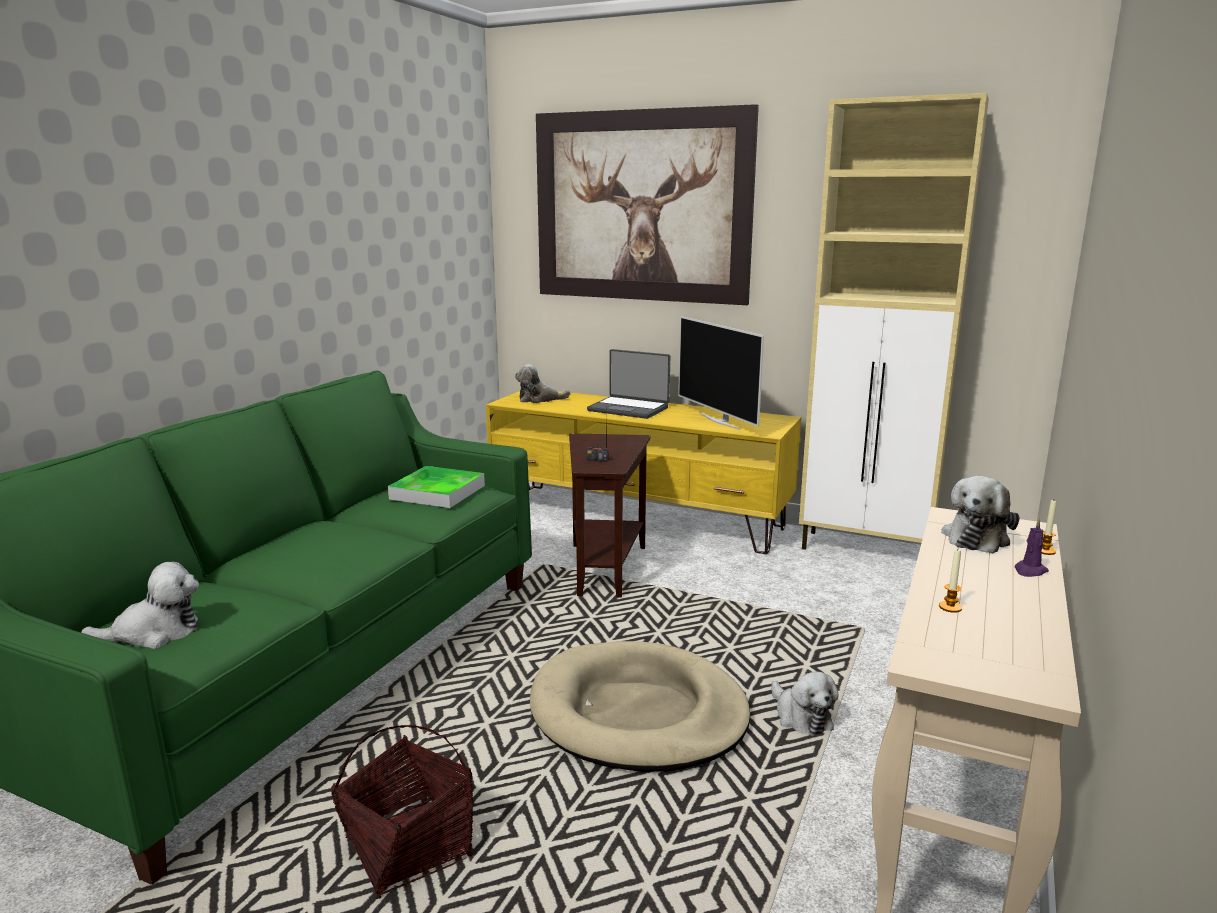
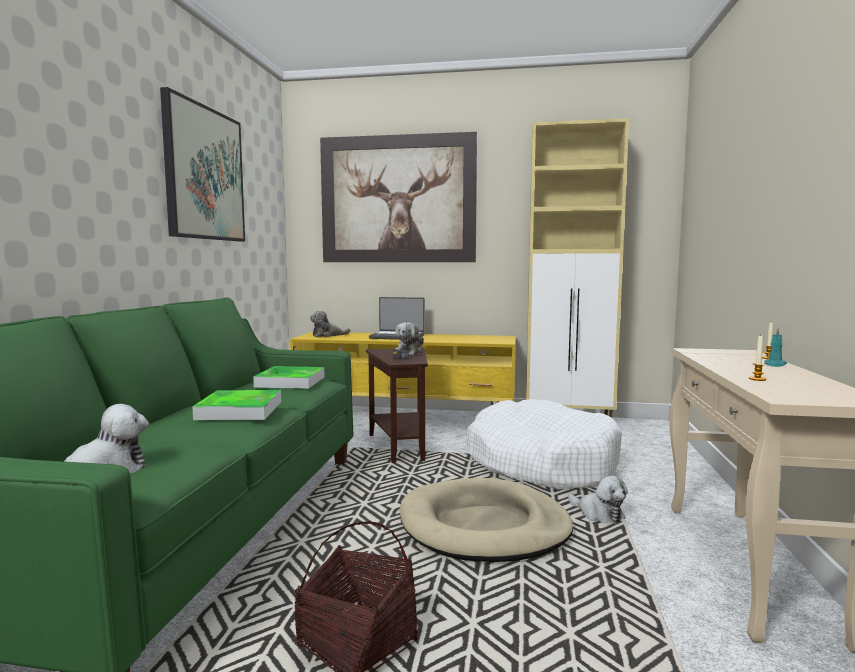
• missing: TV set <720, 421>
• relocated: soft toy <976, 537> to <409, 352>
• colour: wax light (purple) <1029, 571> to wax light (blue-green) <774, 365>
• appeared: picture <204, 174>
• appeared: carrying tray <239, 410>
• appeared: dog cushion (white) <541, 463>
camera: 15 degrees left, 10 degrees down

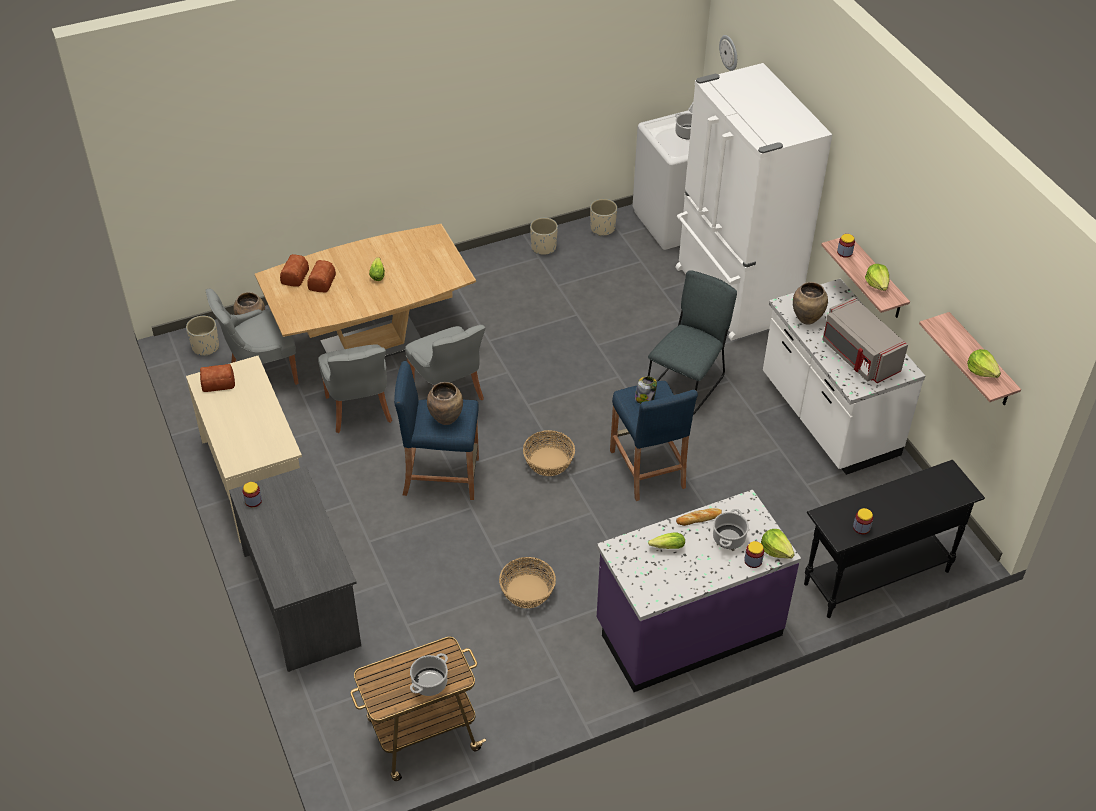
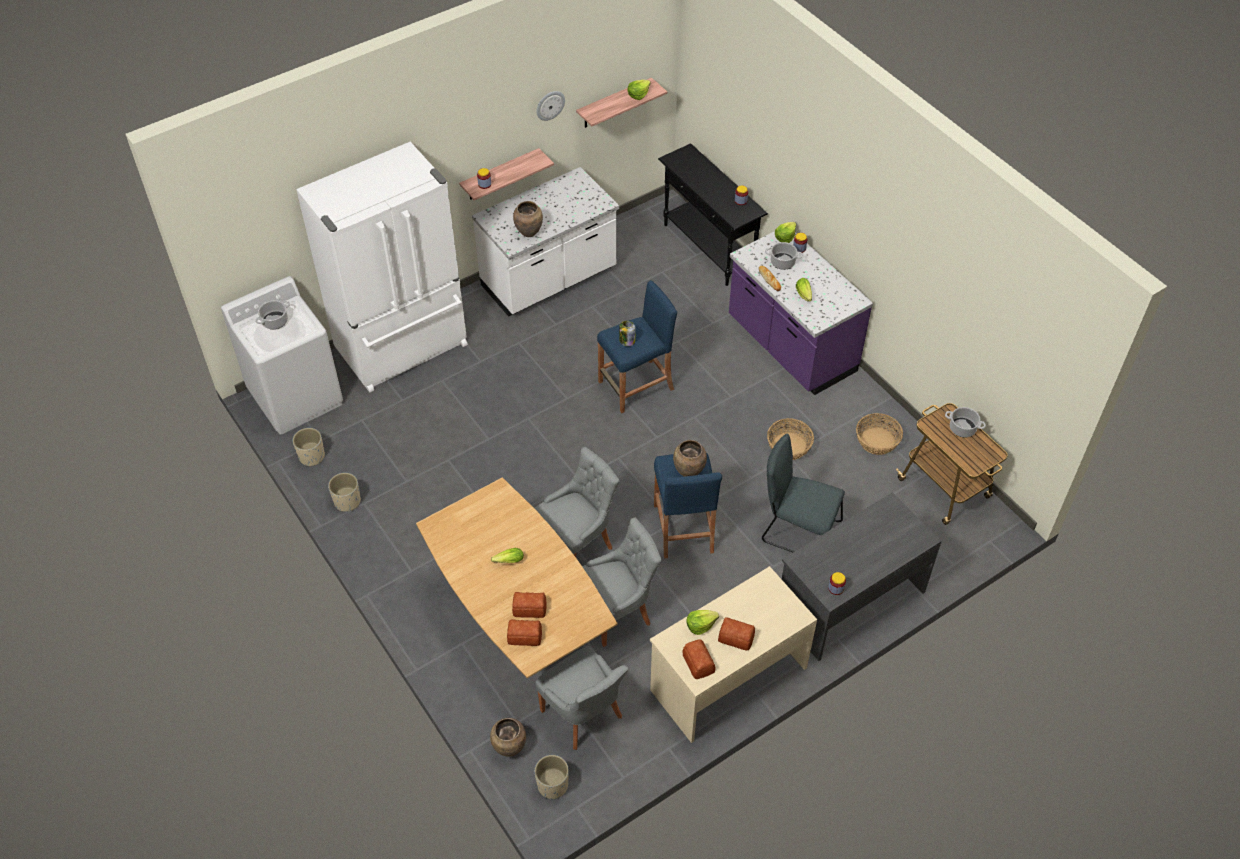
• relocated: hanging clock <729, 52> to <550, 105>
• relocated: head of lettuce <877, 284> to <700, 625>
• relocated: upright chair (grey) <687, 383> to <797, 530>
• missing: microwave oven (grey) <858, 356>
• relocated: household basket <549, 462> to <877, 441>
• appeared: bread <735, 636>
camera: 100 degrees left, 5 degrees up

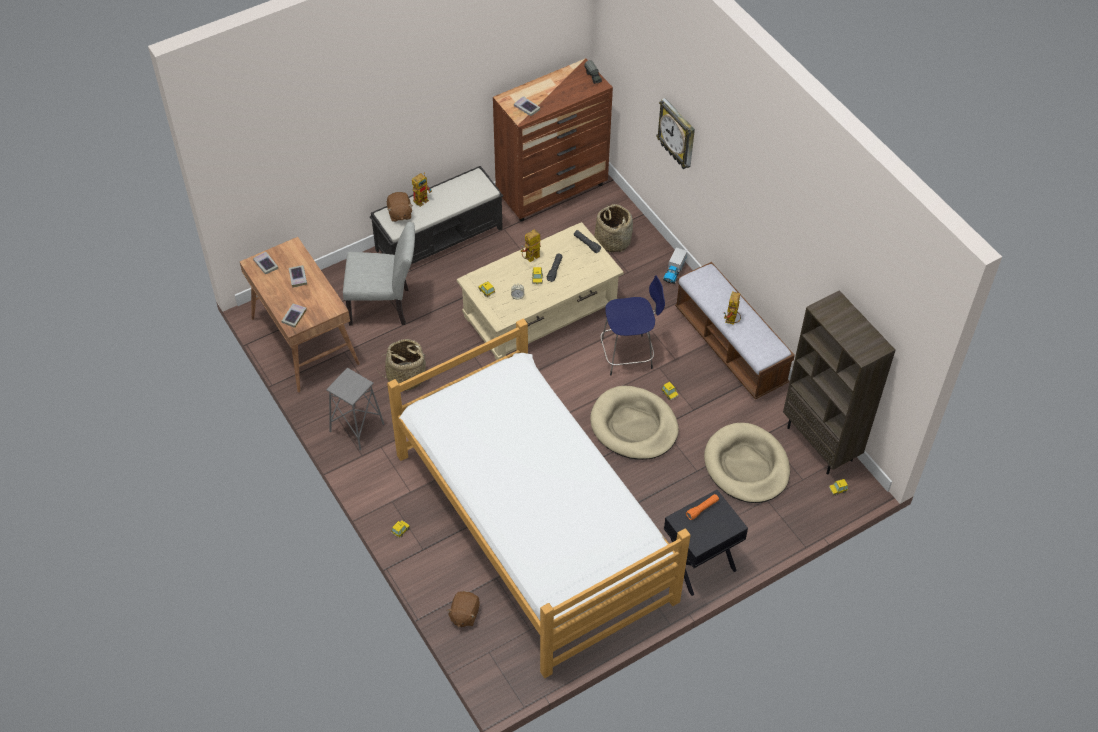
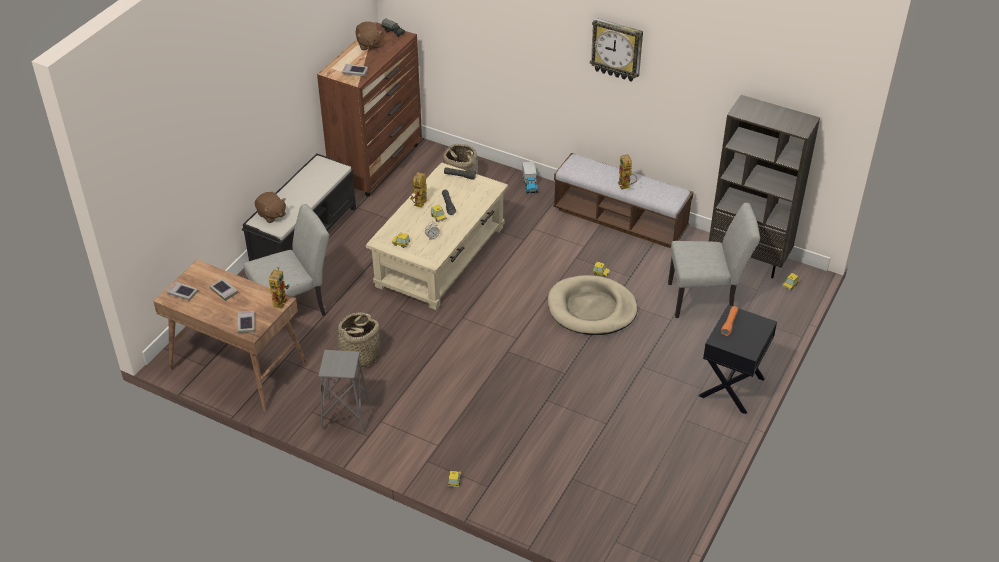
• relocated: hanging clock <677, 134> to <617, 49>
• relocated: robot figure <422, 199> to <280, 300>
• missing: sitting stool (bluish) <628, 355>
• missing: bed <533, 527>
• exchanged: dog cushion (beige-coloured) <746, 466> to upright chair (grey) <706, 299>
• relocated: soft toy (brownish) <464, 614> to <368, 44>
camera: 30 degrees left, 10 degrees down

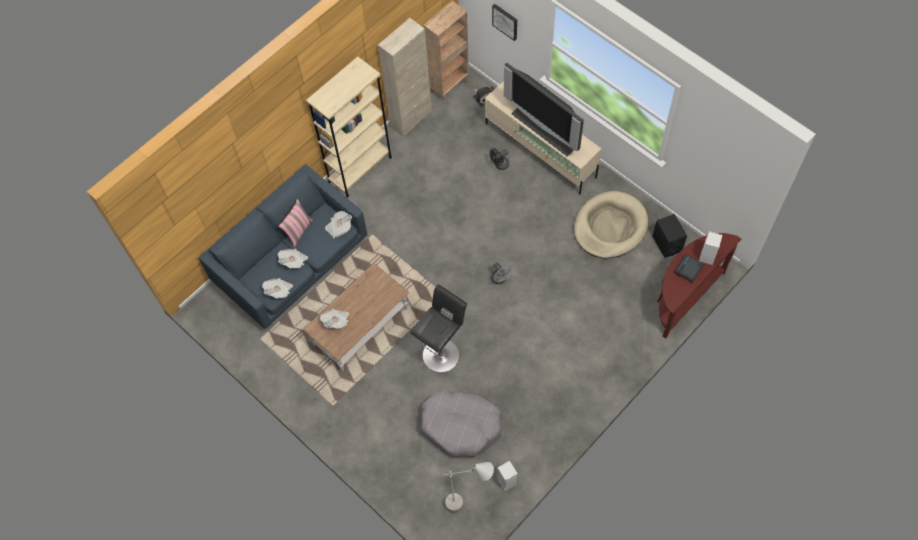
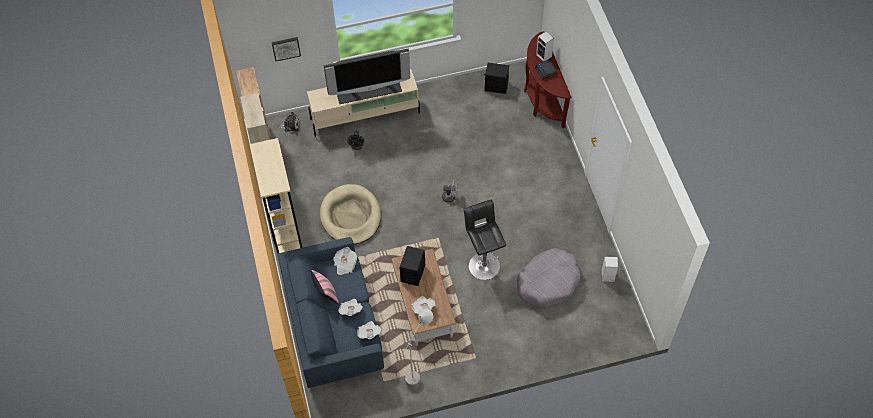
• relocated: dog cushion (beige-coloured) <610, 227> to <351, 216>
• relocated: floor lamp (grey) <469, 504> to <419, 371>
• appeared: loudspeaker (blackish) <413, 273>
camera: 60 degrees left, 5 degrees down

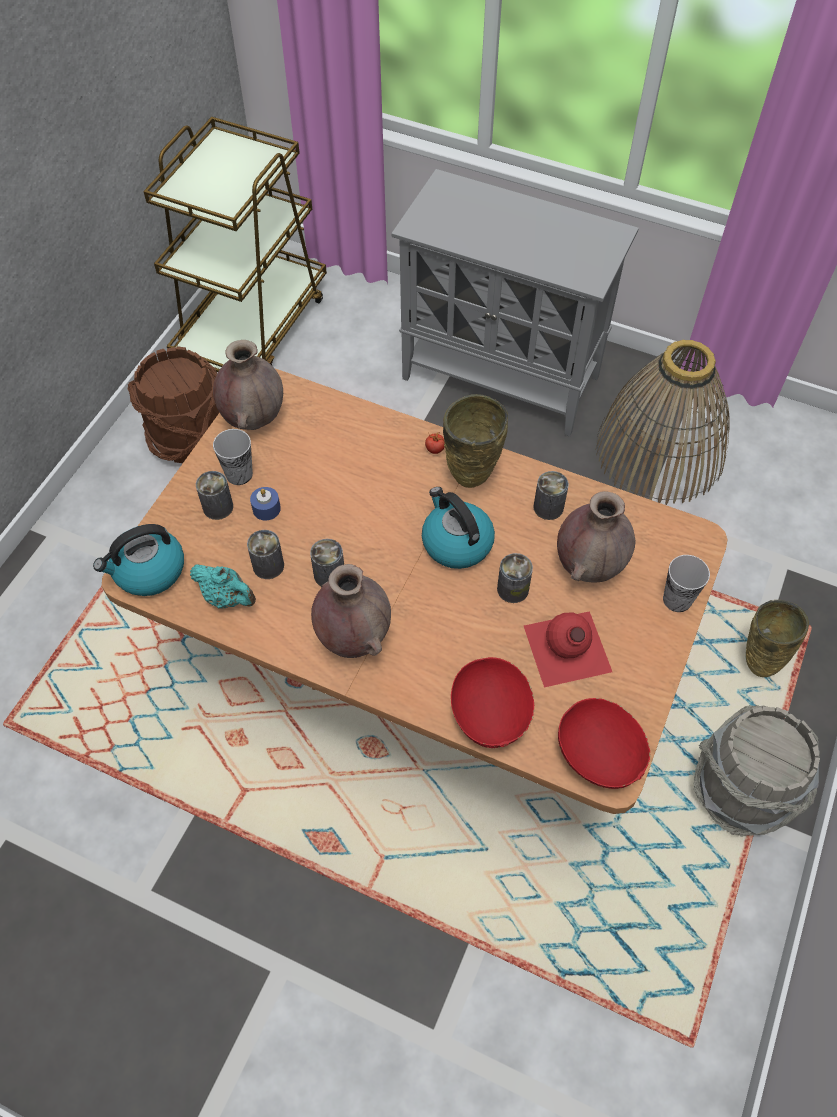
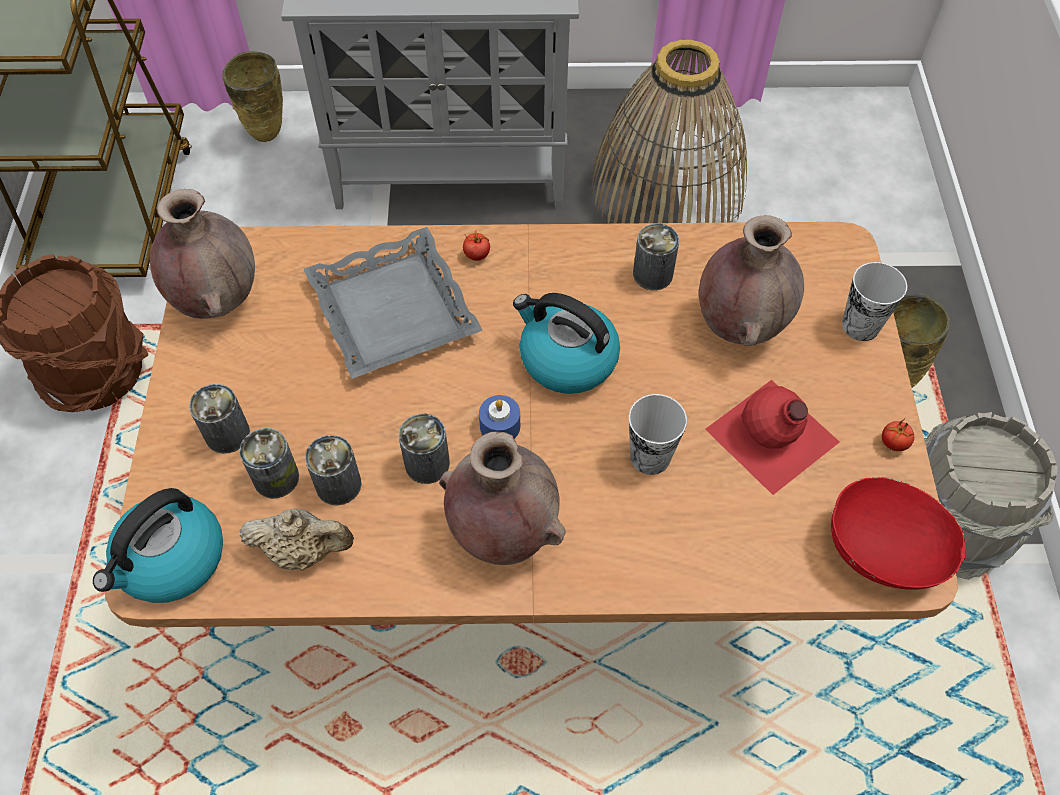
• relocated: vase (beige-coloured) <470, 480> to <267, 136>
• relocated: drinking cup <239, 474> to <650, 457>
• relocated: wax light (bluish) <266, 509> to <500, 426>
• relocated: sealed can <512, 589> to <276, 478>
• colour: teapot (blue-green) <227, 597> to teapot (beige-coloured) <304, 551>
• missing: deep dish (reddish) <491, 715>
• appeared: carrying tray (grey) <392, 311>
• appeared: whole tomato <893, 443>
camera: 25 degrees left, 0 degrees up

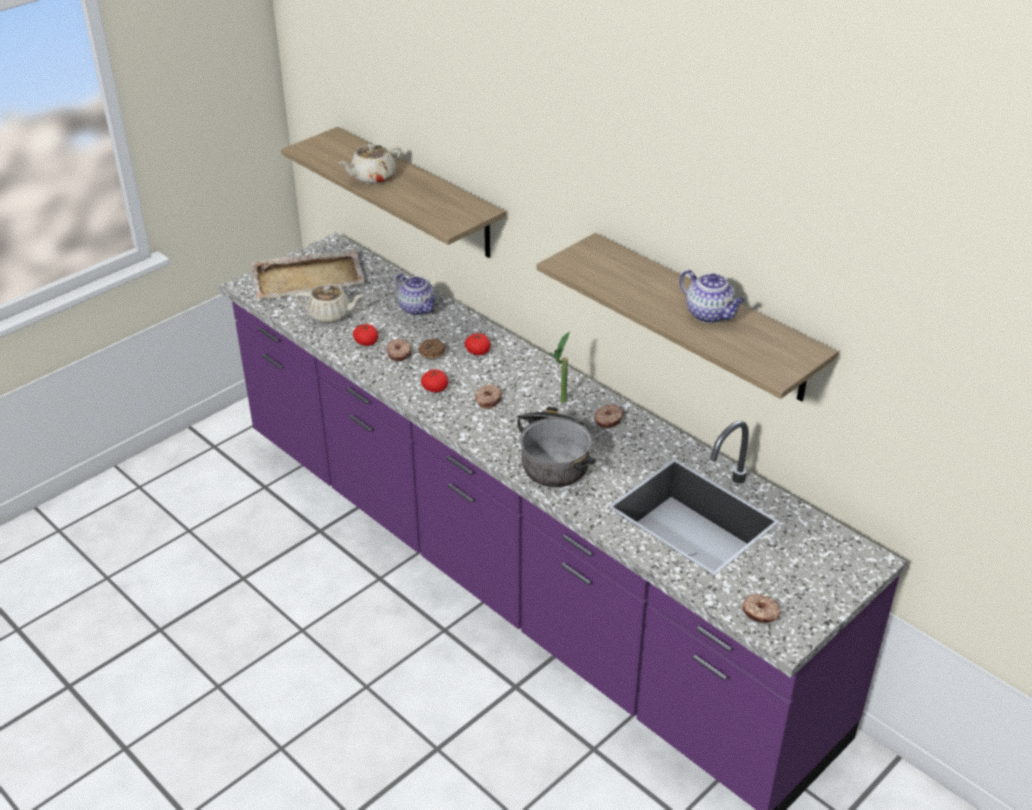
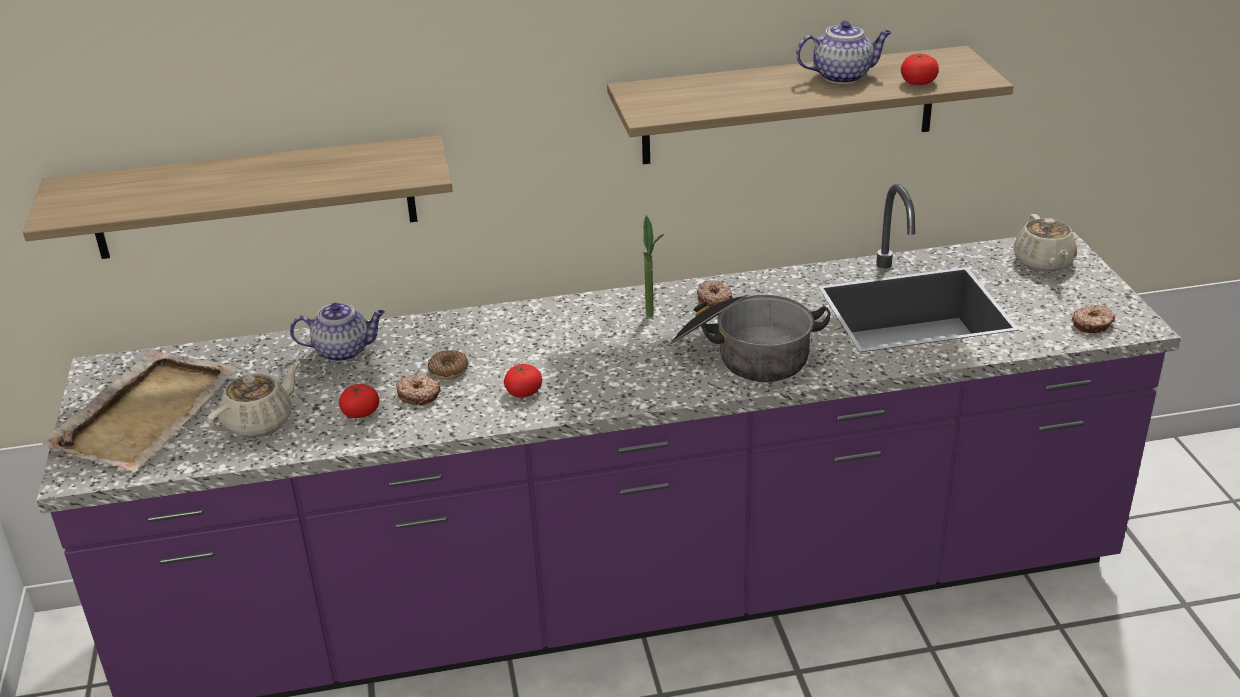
• relocated: teapot (beige-coloured) <372, 177> to <1043, 263>
• relocated: whole tomato <478, 351> to <918, 82>
• missing: donut <487, 400>
camera: 55 degrees left, 5 degrees down

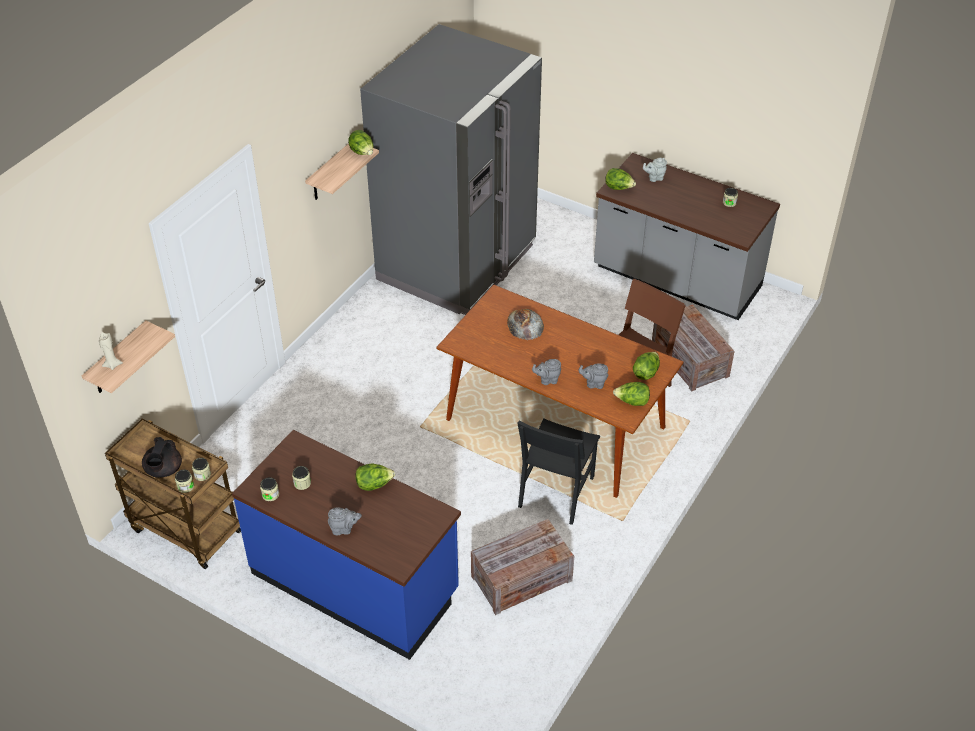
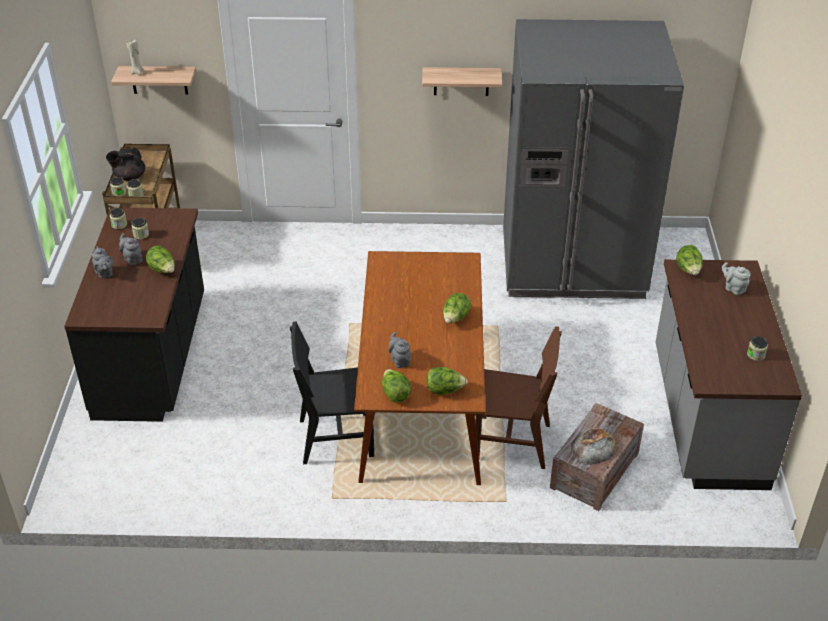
• relocated: head of lettuce <362, 153> to <455, 319>
• relocated: bread <525, 325> to <593, 447>
• relocated: teapot (grey) <547, 380> to <132, 259>
• colour: kitchen counter (bluish) <355, 582> to kitchen counter (blackish) <153, 357>
• missing: crate <521, 578>
camera: 60 degrees right, 5 degrees down

